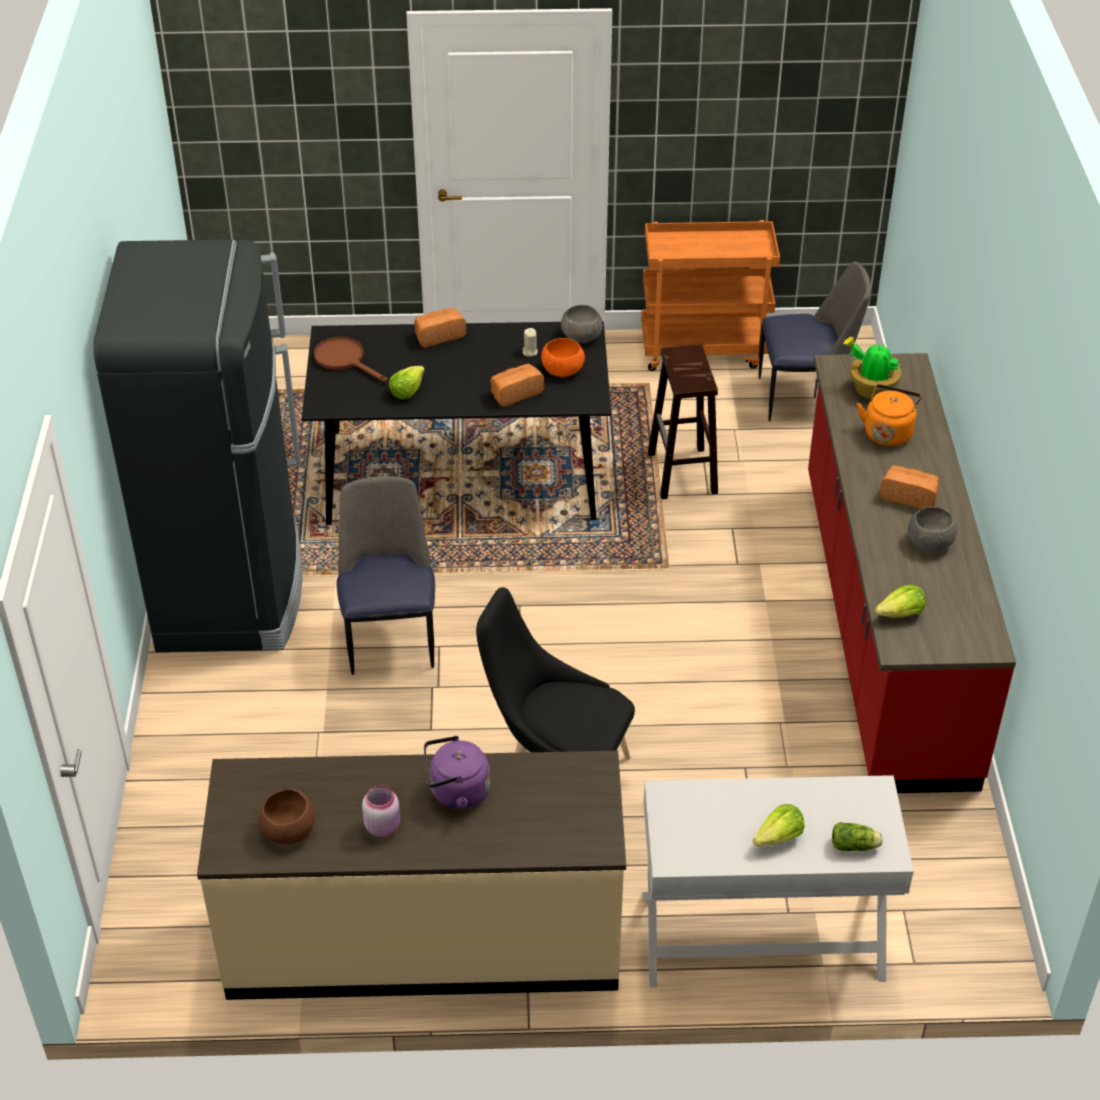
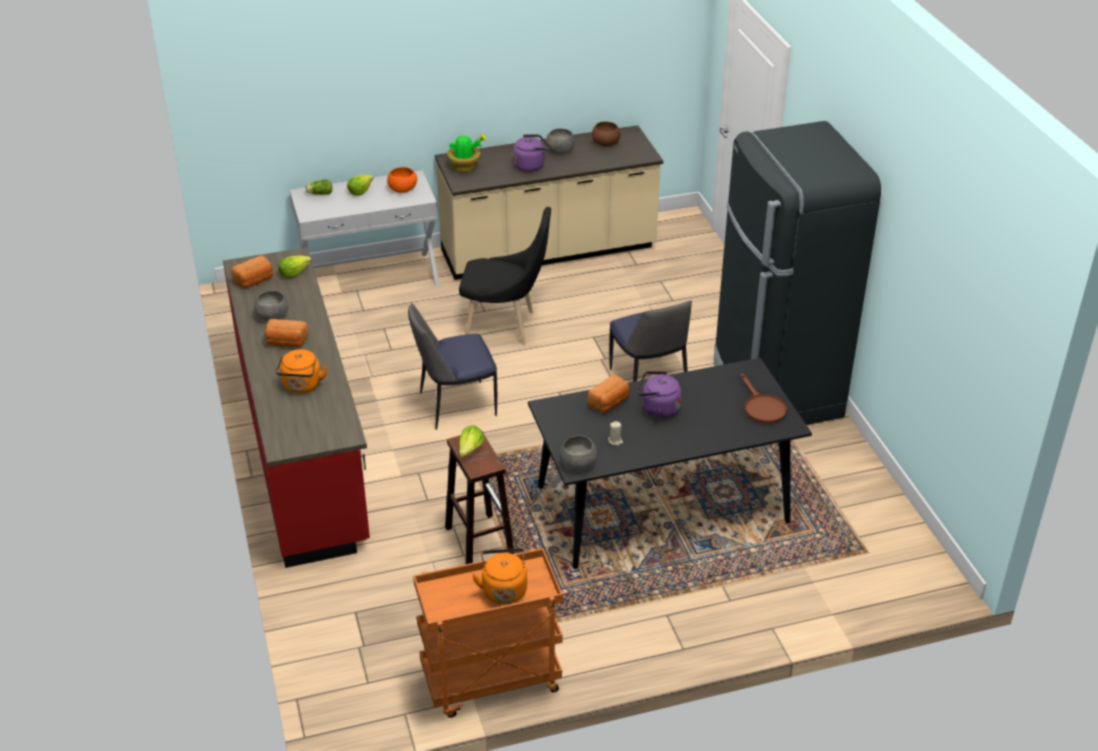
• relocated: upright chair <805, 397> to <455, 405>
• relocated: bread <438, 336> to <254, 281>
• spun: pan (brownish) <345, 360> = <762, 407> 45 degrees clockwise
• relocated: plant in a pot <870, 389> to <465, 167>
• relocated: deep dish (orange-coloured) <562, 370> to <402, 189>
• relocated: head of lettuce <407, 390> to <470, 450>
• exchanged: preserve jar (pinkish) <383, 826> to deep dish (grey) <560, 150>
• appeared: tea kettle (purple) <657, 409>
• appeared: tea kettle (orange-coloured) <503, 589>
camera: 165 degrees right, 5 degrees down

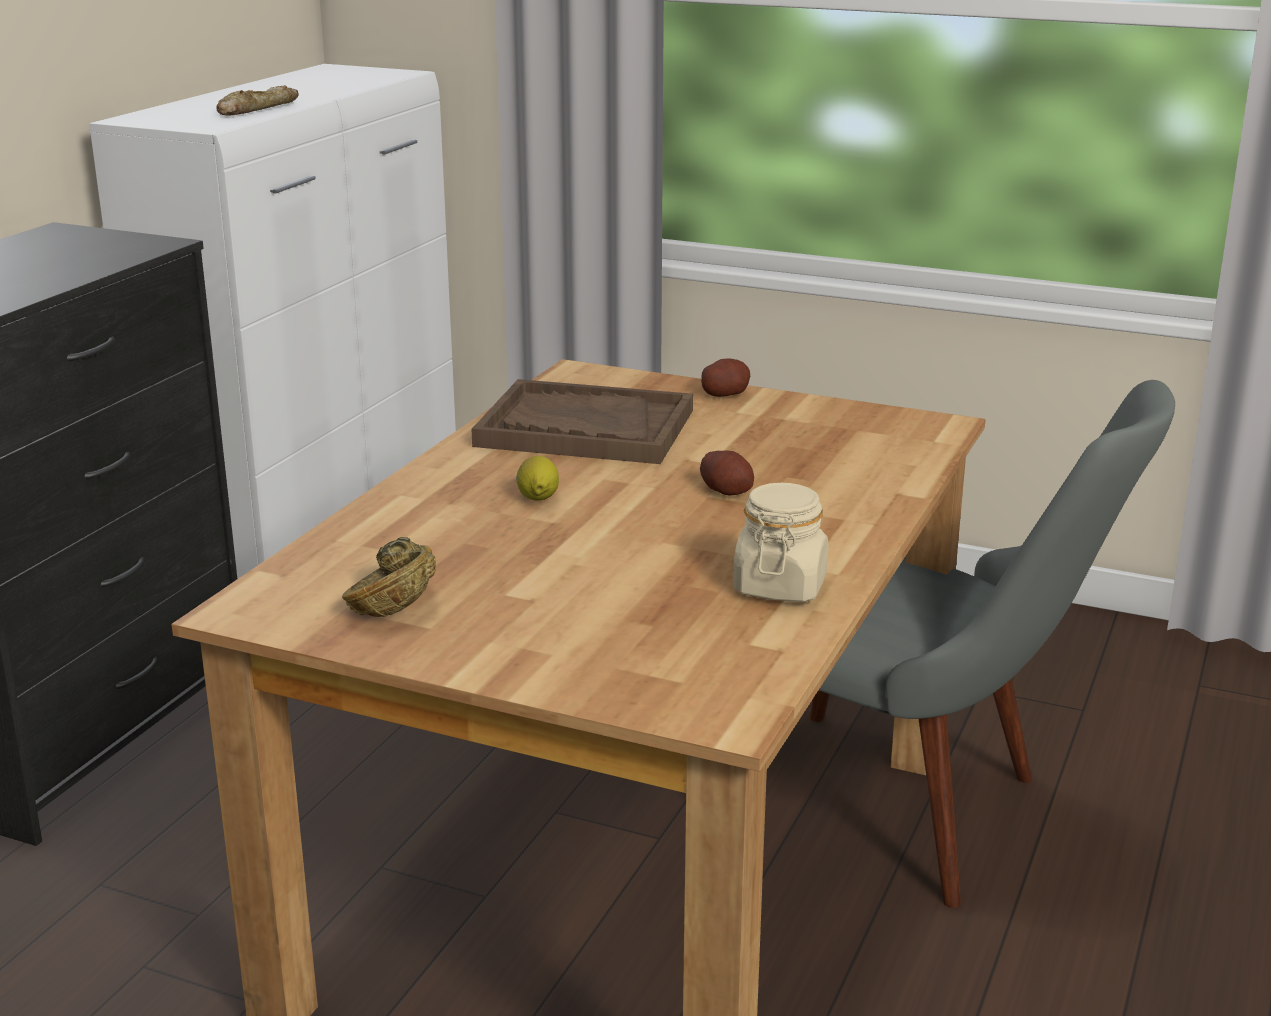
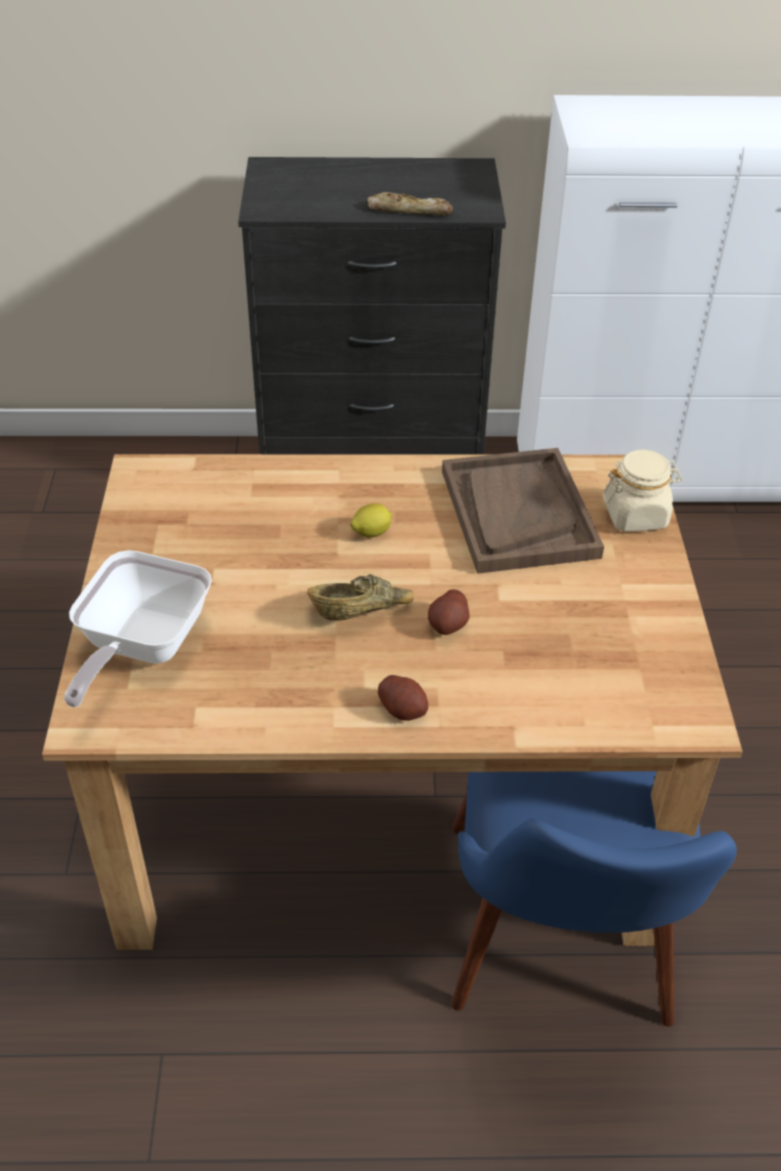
• relocated: bread <256, 109> to <409, 210>
• relocated: whole potato <725, 394> to <403, 709>
• colour: upright chair (grey) <920, 815> to upright chair (bluish) <561, 953>
• relocated: preserve jar (beige-coloured) <780, 586> to <636, 515>
• relocated: deep dish (brownish) <397, 599> to <360, 610>
• appeared: pan <140, 648>
camera: 65 degrees right, 20 degrees up

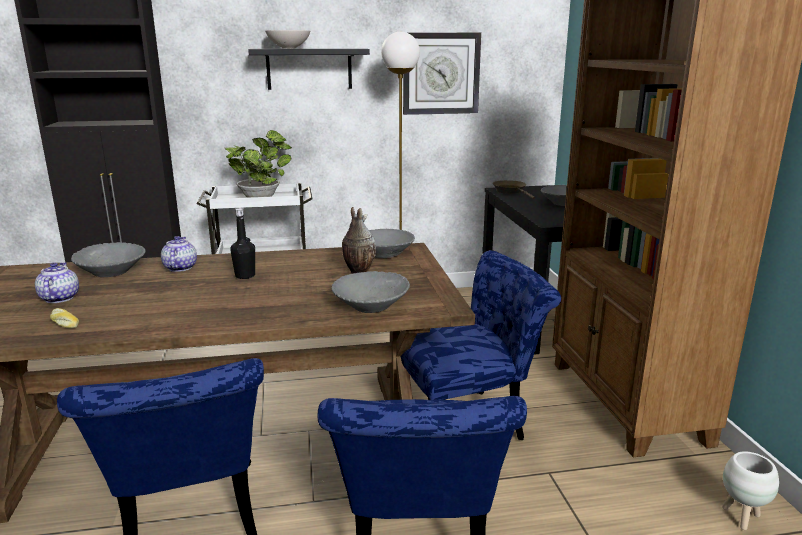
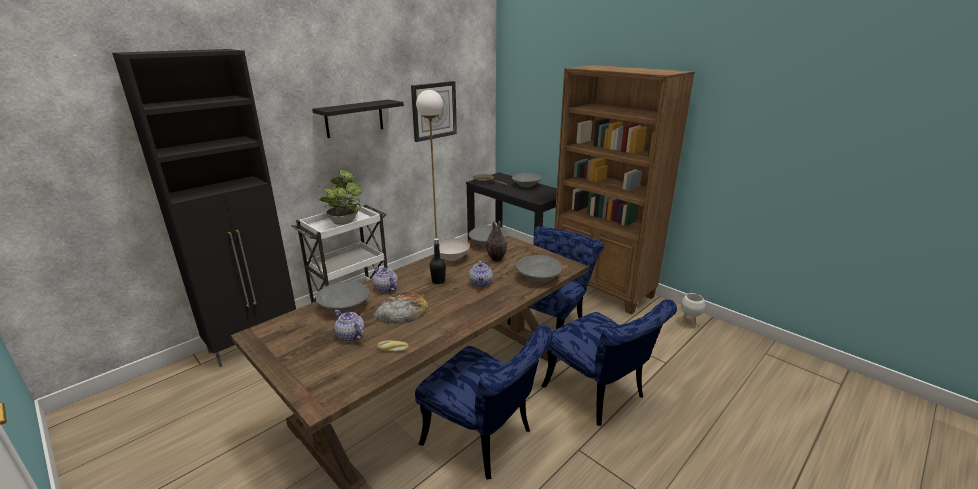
• relocated: deep dish (white) <288, 48> to <452, 258>
• appeared: teapot <481, 283>
• appeared: bread <401, 310>
camera: 35 degrees left, 5 degrees up

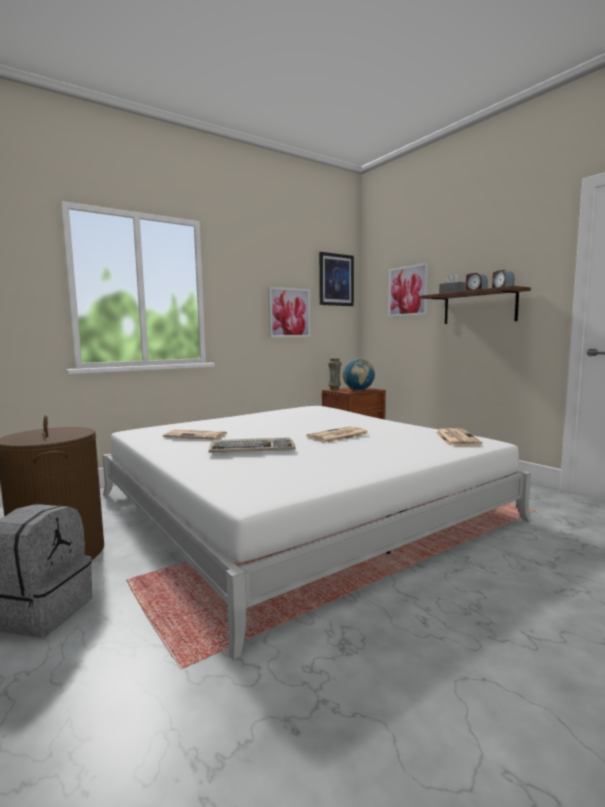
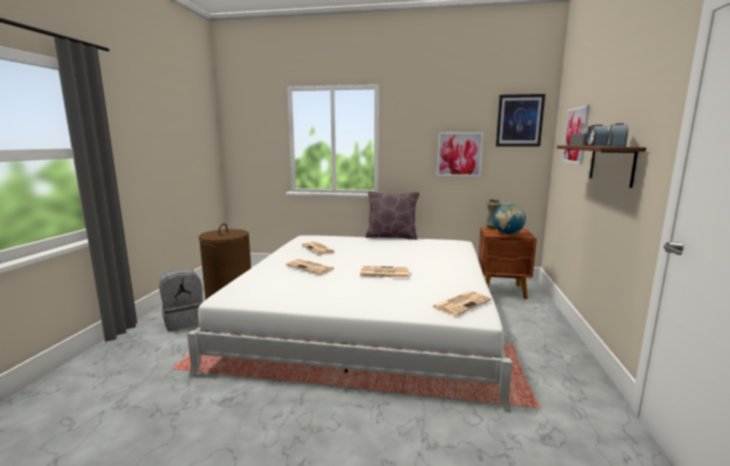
• exchanged: computer keyboard <253, 449> to daily paper <310, 267>
• appeared: pillow (brownish) <391, 237>
camera: 45 degrees right, 5 degrees up

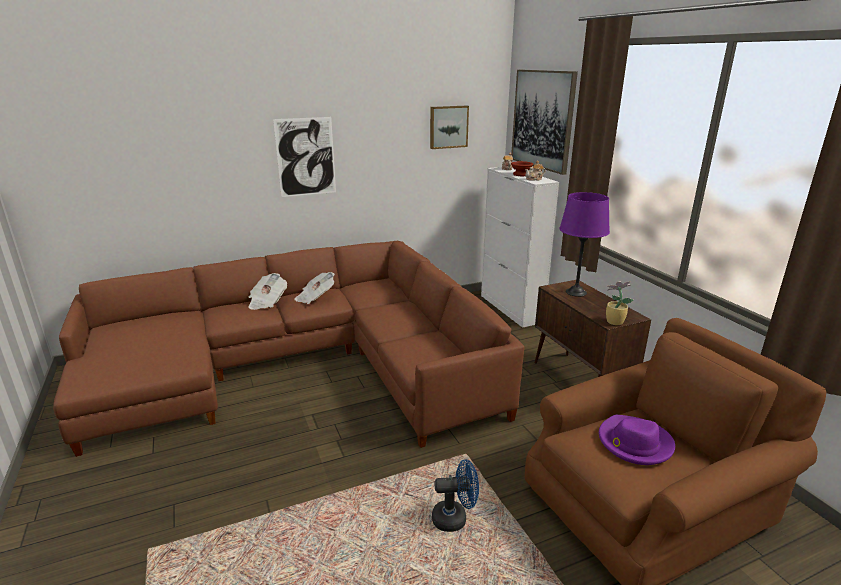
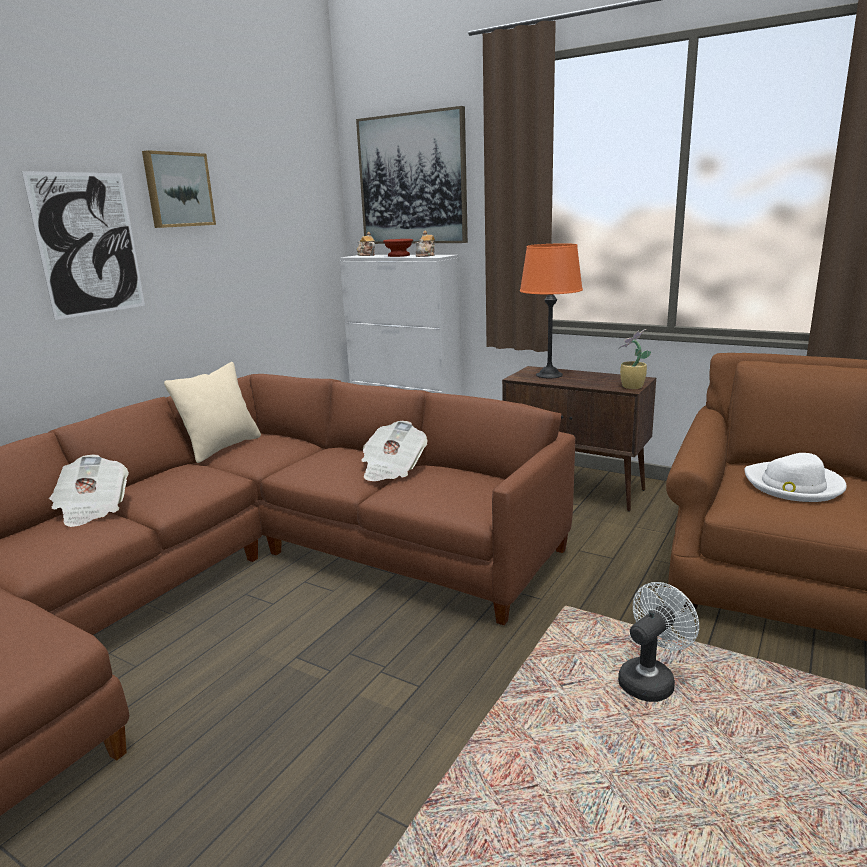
• relocated: picture <448, 127> to <178, 190>
• colour: tabletop lamp (purple) <576, 292> to tabletop lamp (orange-coloured) <549, 375>
• relocated: daily paper <315, 298> to <392, 469>
• colour: wearable hat (purple) <634, 443> to wearable hat (white) <793, 485>
• colour: fan (bluish) <455, 518> to fan (white) <650, 679>
• appeared: pillow (beige-coloured) <222, 447>
camera: 35 degrees left, 5 degrees down

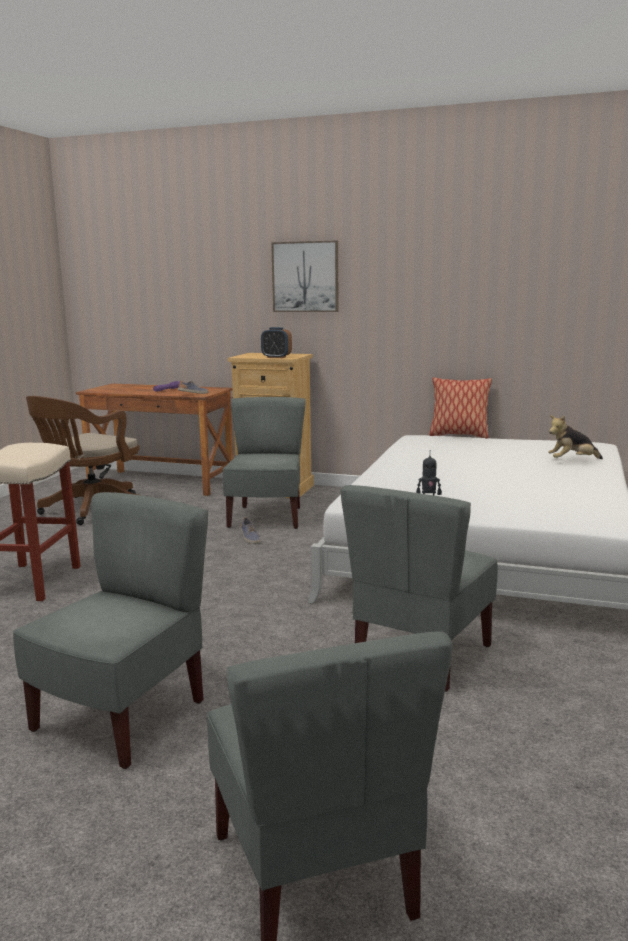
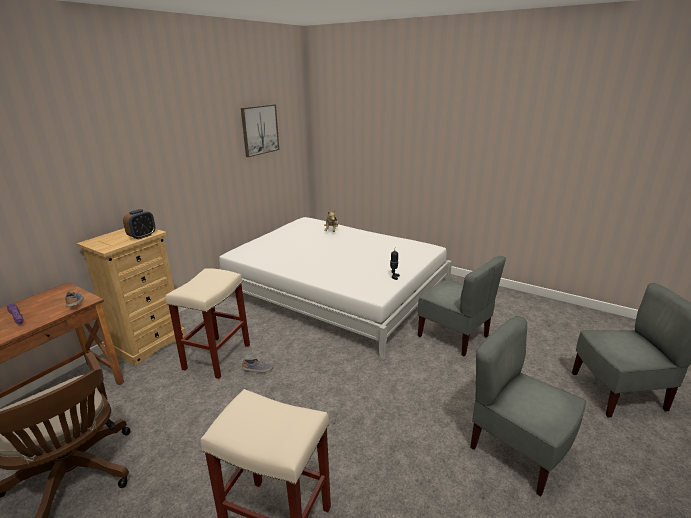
• relocated: picture <305, 277> to <259, 130>
• missing: pillow <458, 435>
• exchanged: upright chair (grey) <267, 517> to sitting stool (beige-coloured) <217, 356>
camera: 75 degrees left, 10 degrees up

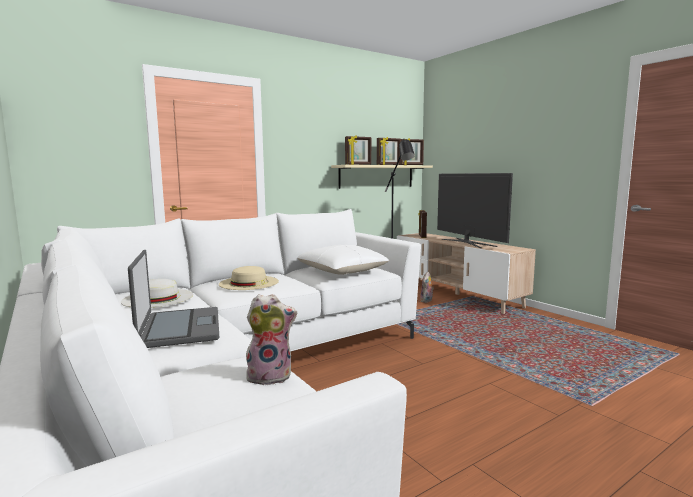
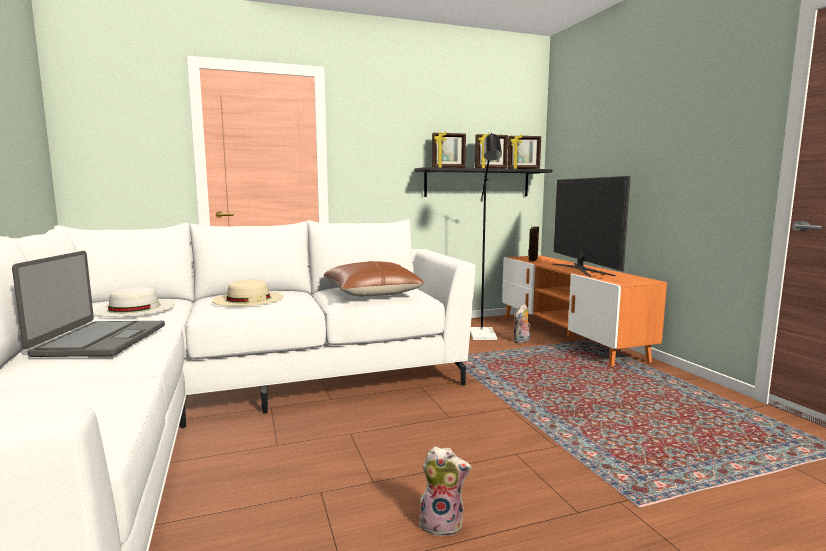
• colour: bracket shelf (beige-coloured) <377, 176> to bracket shelf (blackish) <477, 183>
• colour: tv unit (beige-coloured) <456, 294> to tv unit (orange-coloured) <567, 336>
• colour: pillow (white) <342, 271> to pillow (brownish) <371, 293>
• relocated: soft toy <271, 376> to <442, 524>
camera: 15 degrees right, 0 degrees up

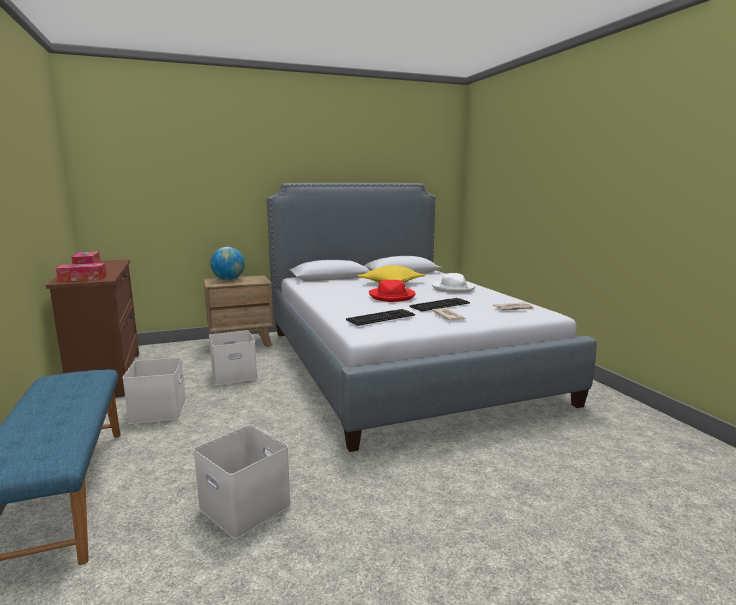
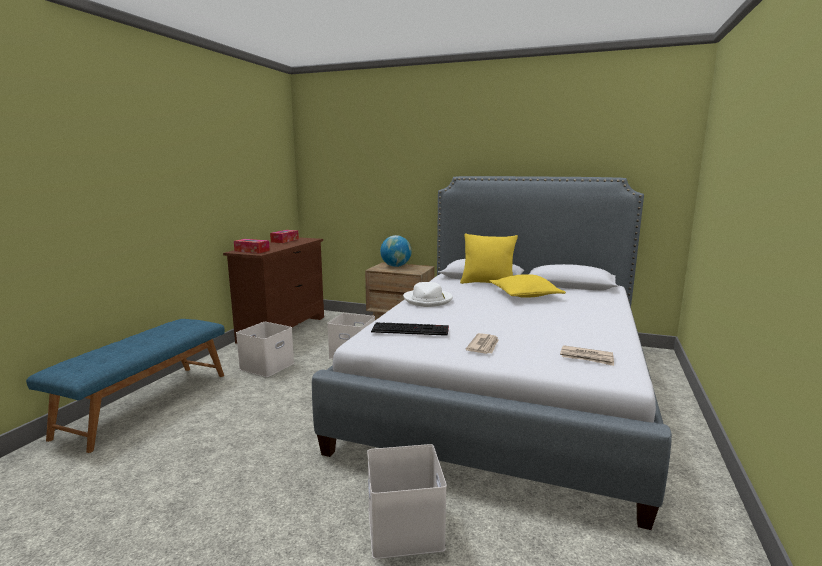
• relocated: wearable hat (white) <453, 288> to <428, 300>
• missing: wearable hat (reddish) <392, 296>
• missing: computer keyboard <440, 305>
• relocated: storage container (white) <247, 507> to <406, 529>
• appeared: pillow (yellow) <487, 283>
camera: 40 degrees right, 0 degrees up

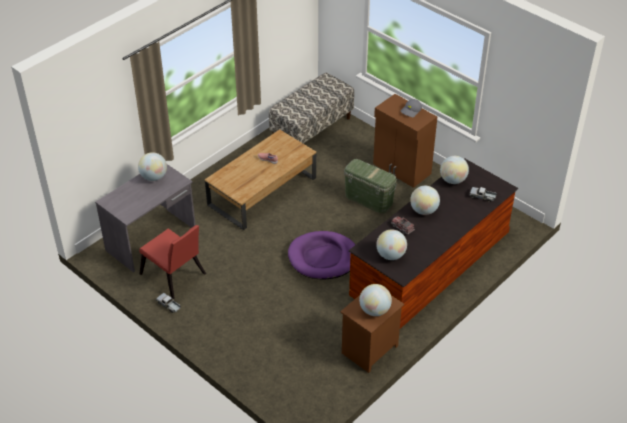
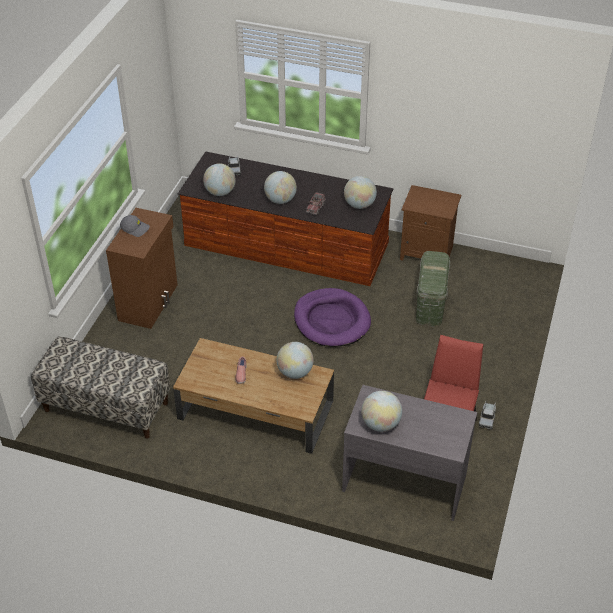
• relocated: storage container (green) <369, 200> to <430, 305>
• relocated: world globe <374, 310> to <295, 372>
camera: 115 degrees left, 0 degrees up

